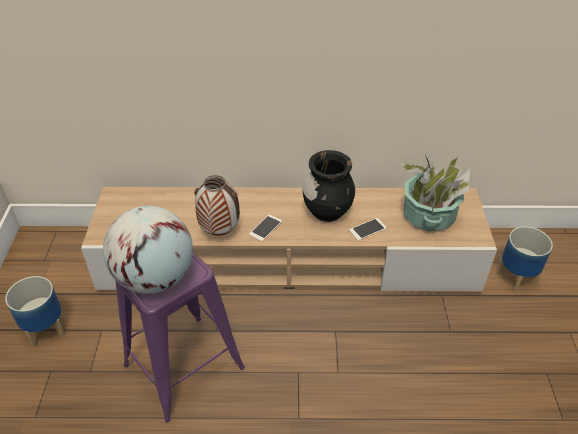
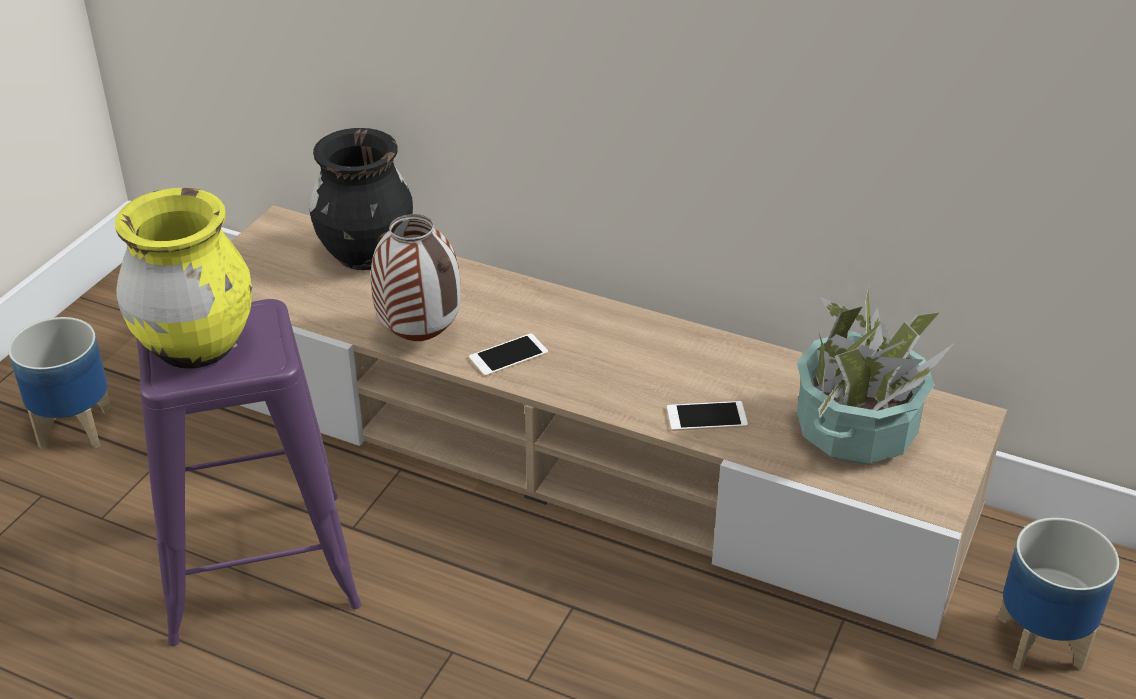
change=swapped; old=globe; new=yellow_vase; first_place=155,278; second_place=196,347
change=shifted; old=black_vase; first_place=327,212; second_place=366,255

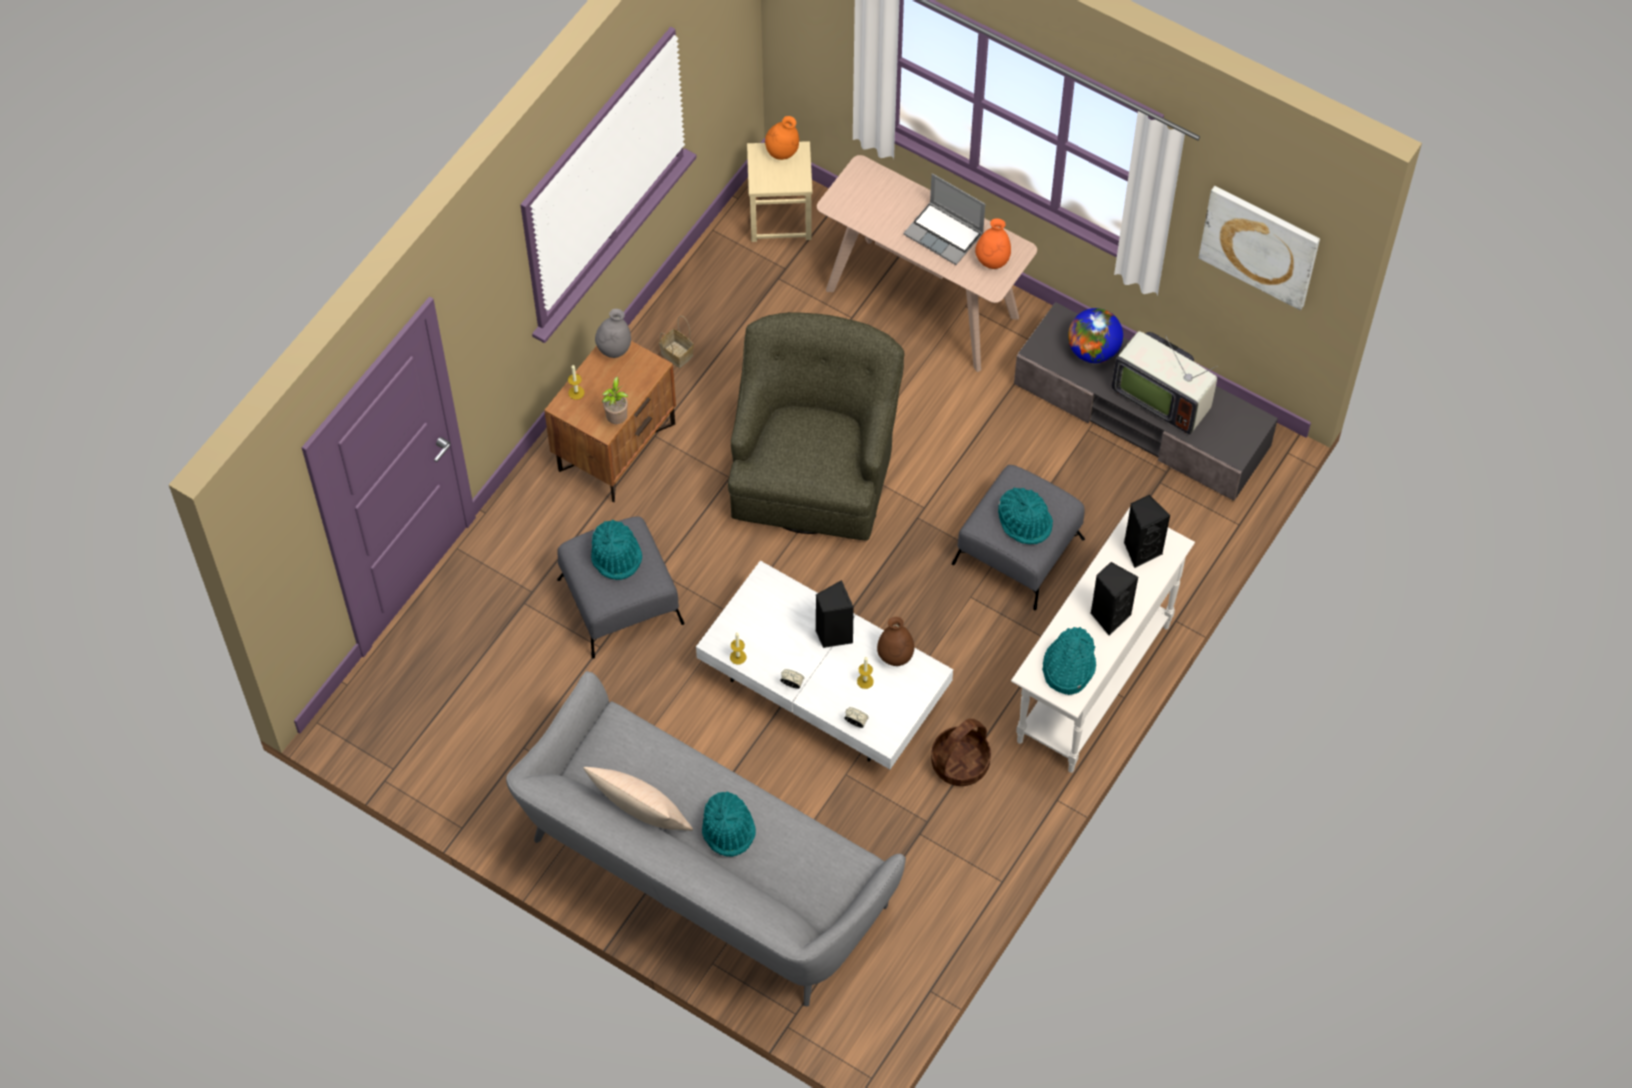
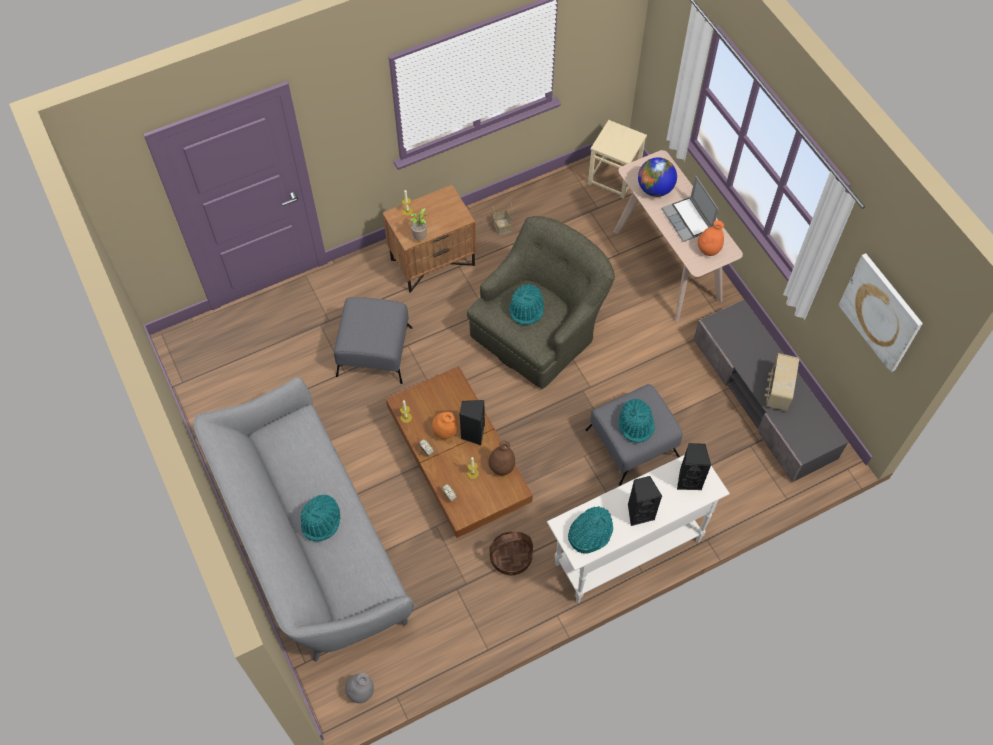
change=shifted; old=grey_vase; first_place=614,349; second_place=361,692
change=repainted; old=white_coffee_table; new=brown_coffee_table; first_place=823,687; second_place=458,464
change=shifted; old=orange_vase; first_place=782,152; second_place=445,432
change=shifted; old=turquoise_hat; first_place=616,555; second_place=527,309
change=shifted; old=globe; first_place=1093,350; second_place=655,189
change=swapped; old=television; new=radio; first_place=1162,396; second_place=777,390
change=gone; old=beige_pillow; first_place=641,818

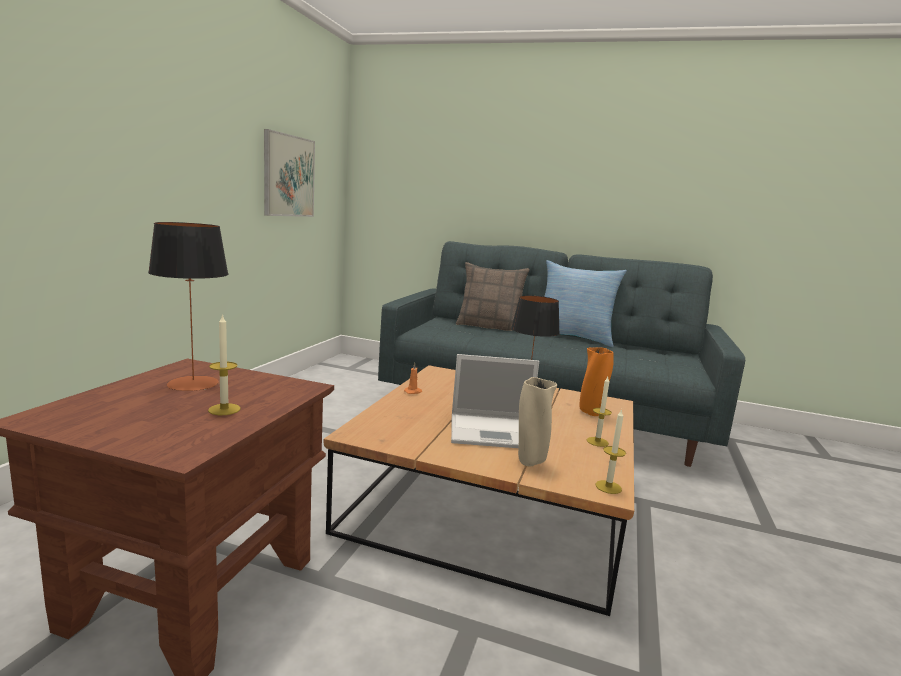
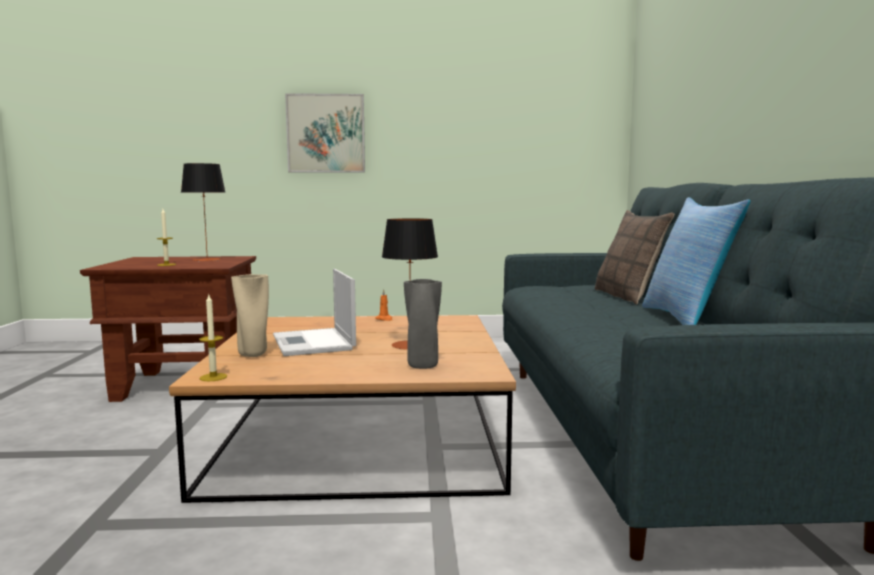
change=shifted; old=picture; first_place=289,176; second_place=326,133
change=repainted; old=orange_vase; new=grey_vase; first_place=591,412; second_place=423,365
change=gone; old=candle; first_place=597,442

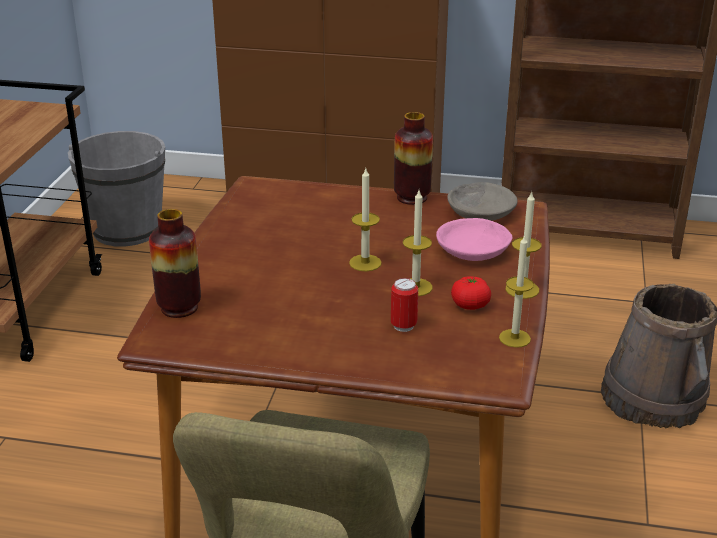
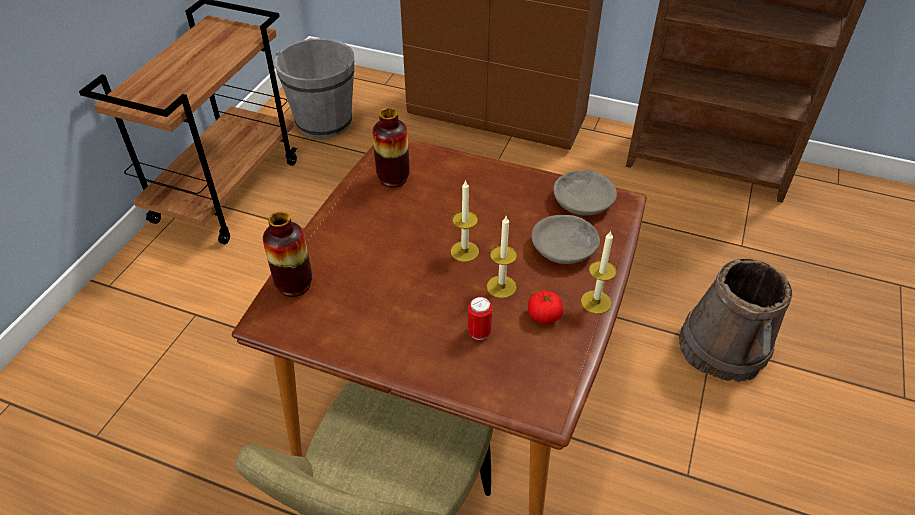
change=shifted; old=vase; first_place=412,197; second_place=393,178
change=repainted; old=pink_bowl; new=grey_bowl; first_place=474,250; second_place=565,248
change=gone; old=candle; first_place=514,338

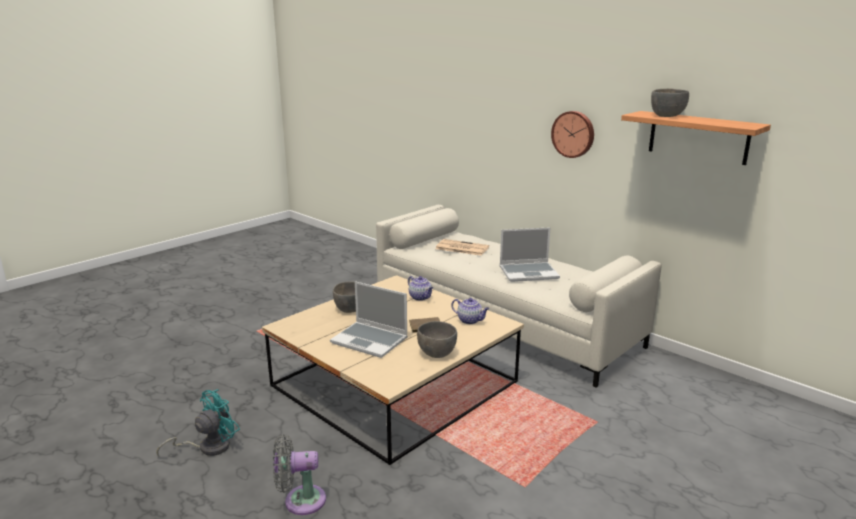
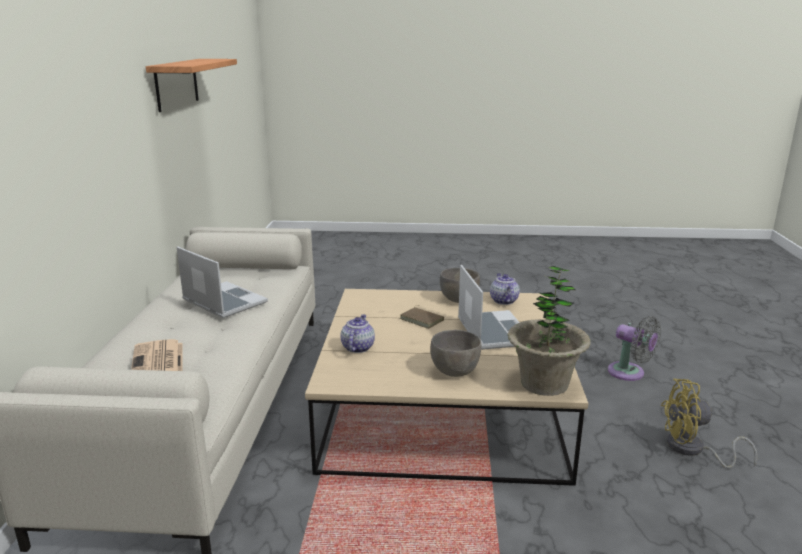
change=shifted; old=teapot; first_place=470,320; second_place=503,300
change=new; new=potted_plant; second_place=544,384
change=repainted; old=turquoise_fan; new=yellow_fan; first_place=208,447; second_place=692,450
change=gone; old=wall_clock; first_place=573,134
change=gone; old=grey_bowl; first_place=667,116

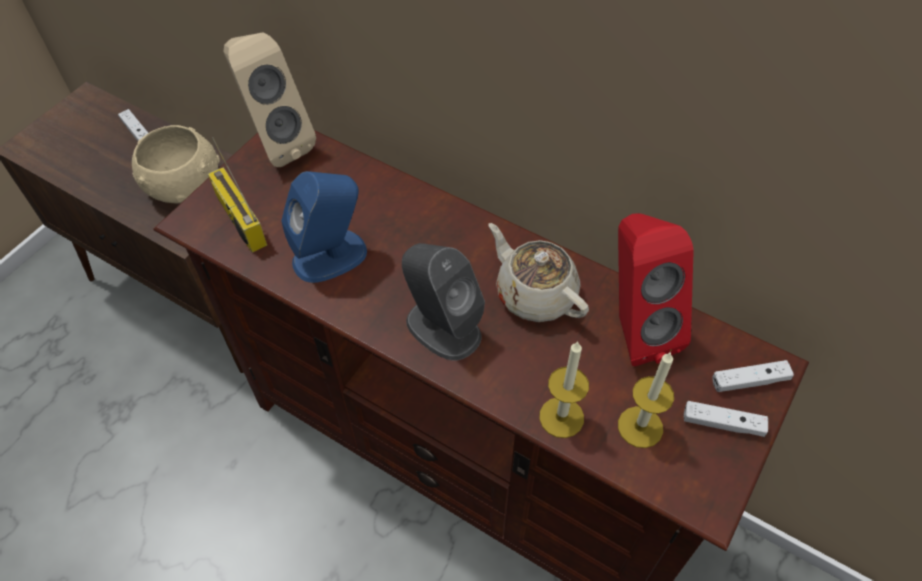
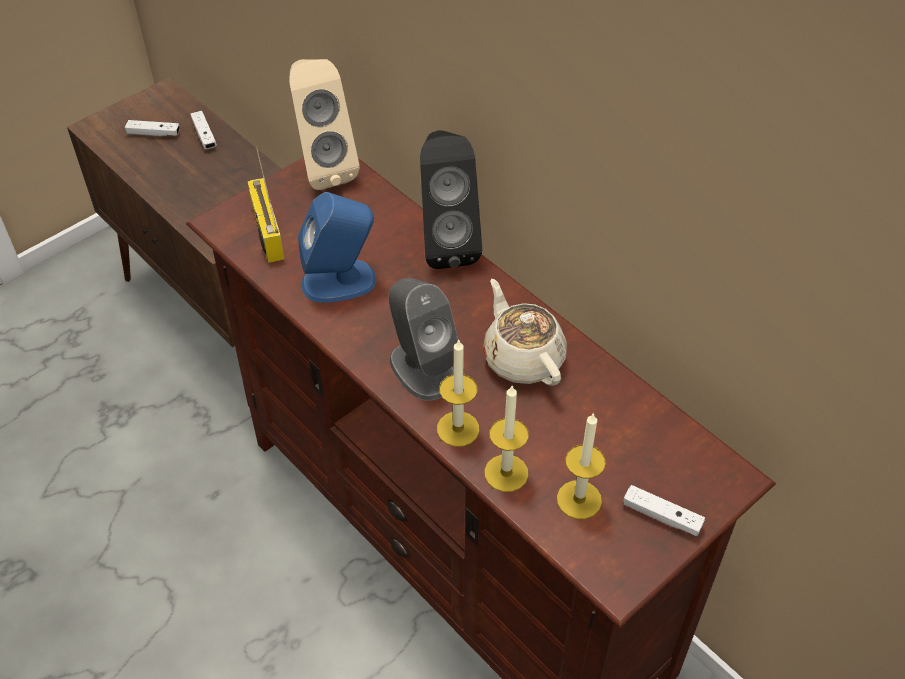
change=shifted; old=white_game_controller; first_place=749,381; second_place=154,133
change=new; new=black_speaker; second_place=446,244
change=new; new=candle; second_place=458,429
change=gone; old=beige_bowl; first_place=184,185
change=gone; old=red_speaker; first_place=634,328

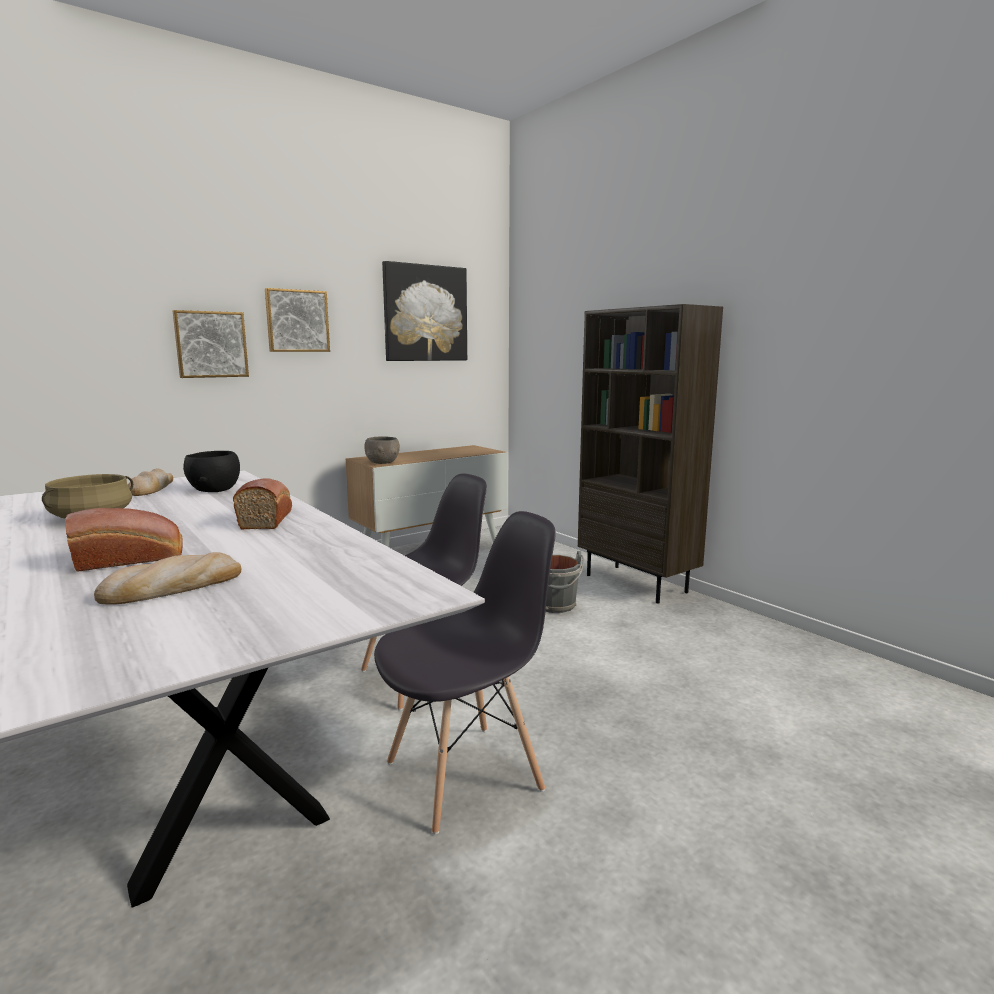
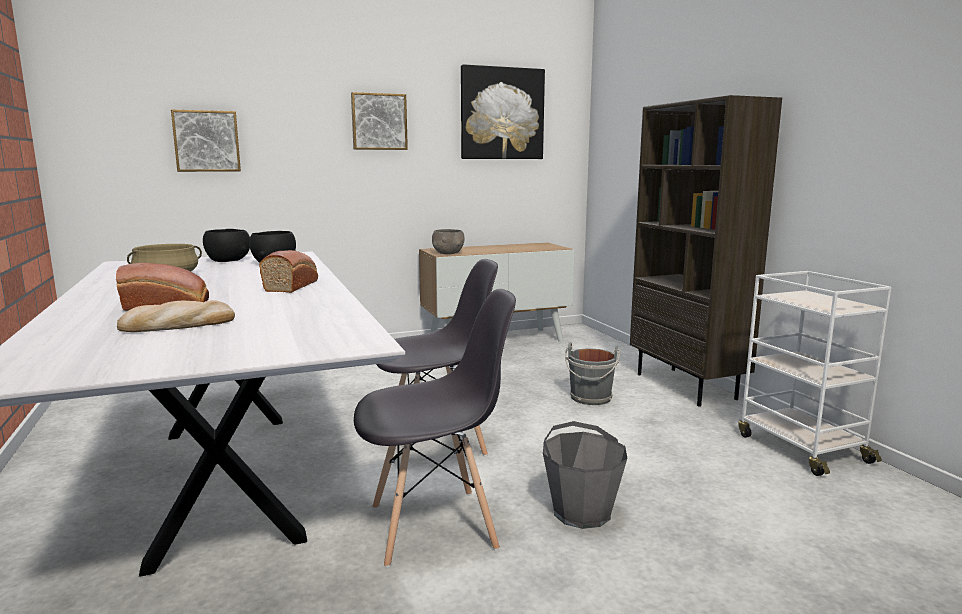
change=shifted; old=picture; first_place=211,344; second_place=206,141
change=swapped; old=bread; new=black_bowl; first_place=151,488; second_place=228,260
change=new; new=grey_bucket; second_place=581,512
change=new; new=white_cart; second_place=800,448

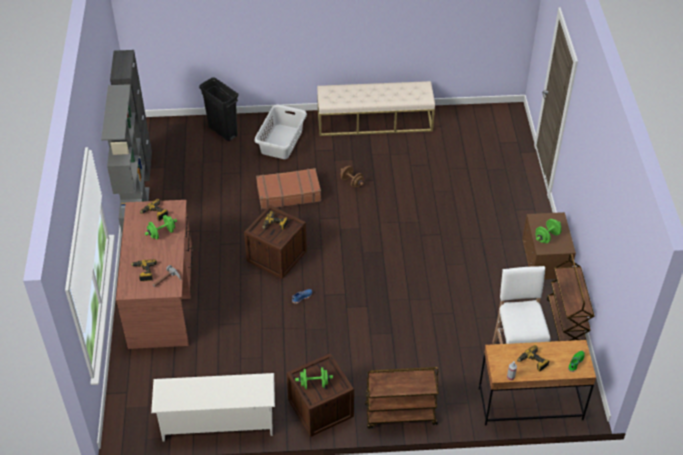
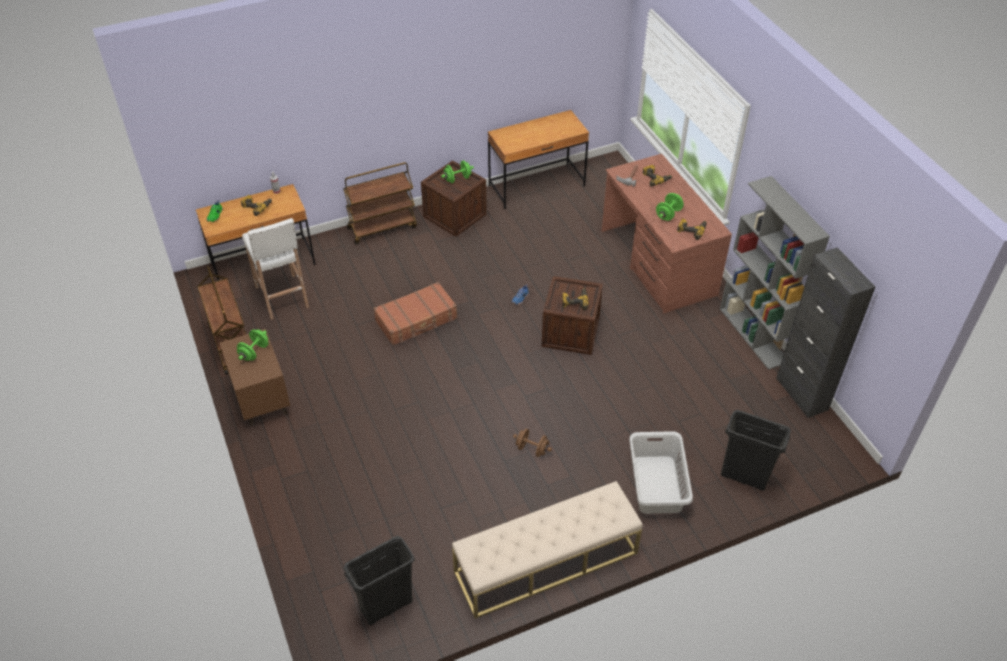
change=new; new=black_trash_can; second_place=386,606
change=shifted; old=brown_suitcase; first_place=288,194; second_place=416,320
change=swapped; old=white_shoe_rack; new=brown_desk; first_place=217,422; second_place=537,186

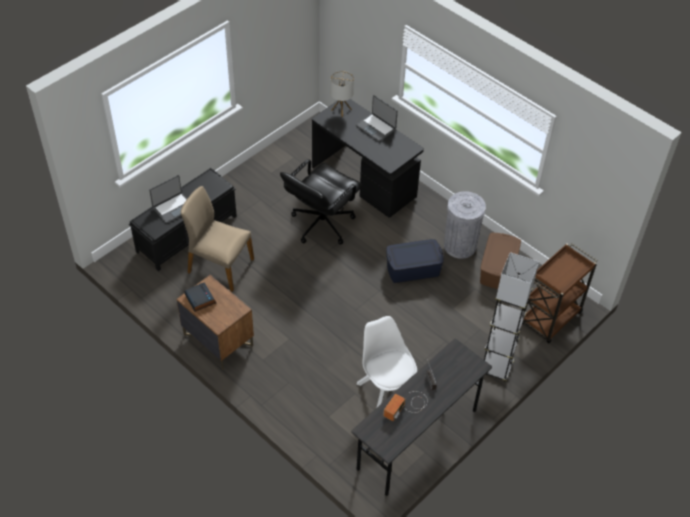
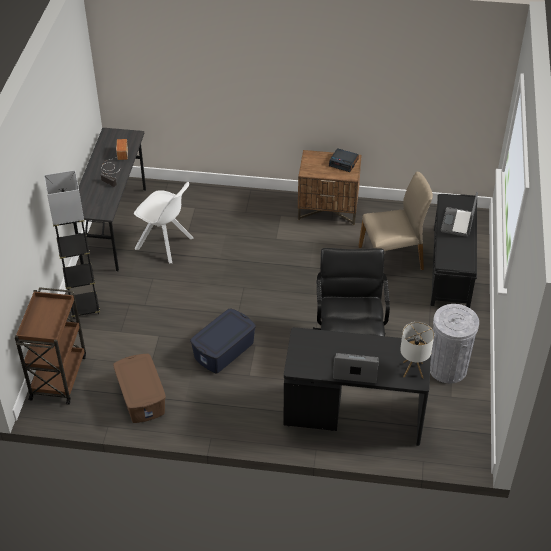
change=shifted; old=grey_trash_can; first_place=460,246; second_place=447,368

